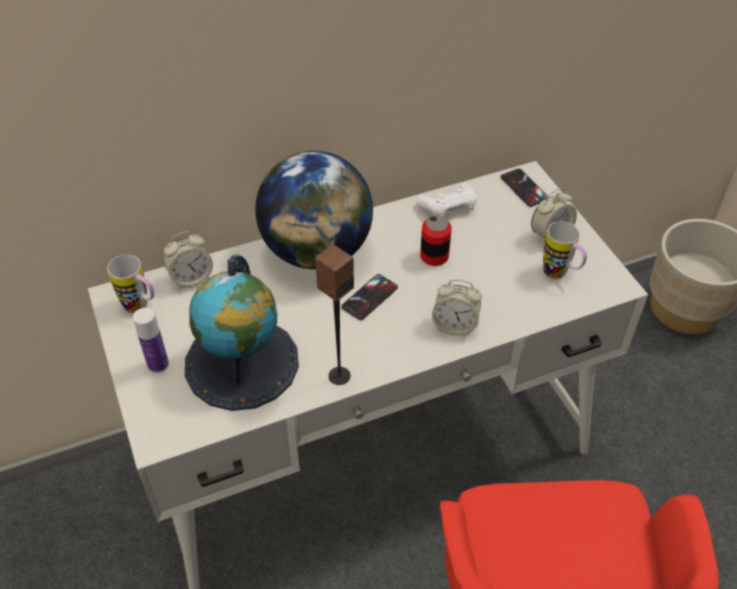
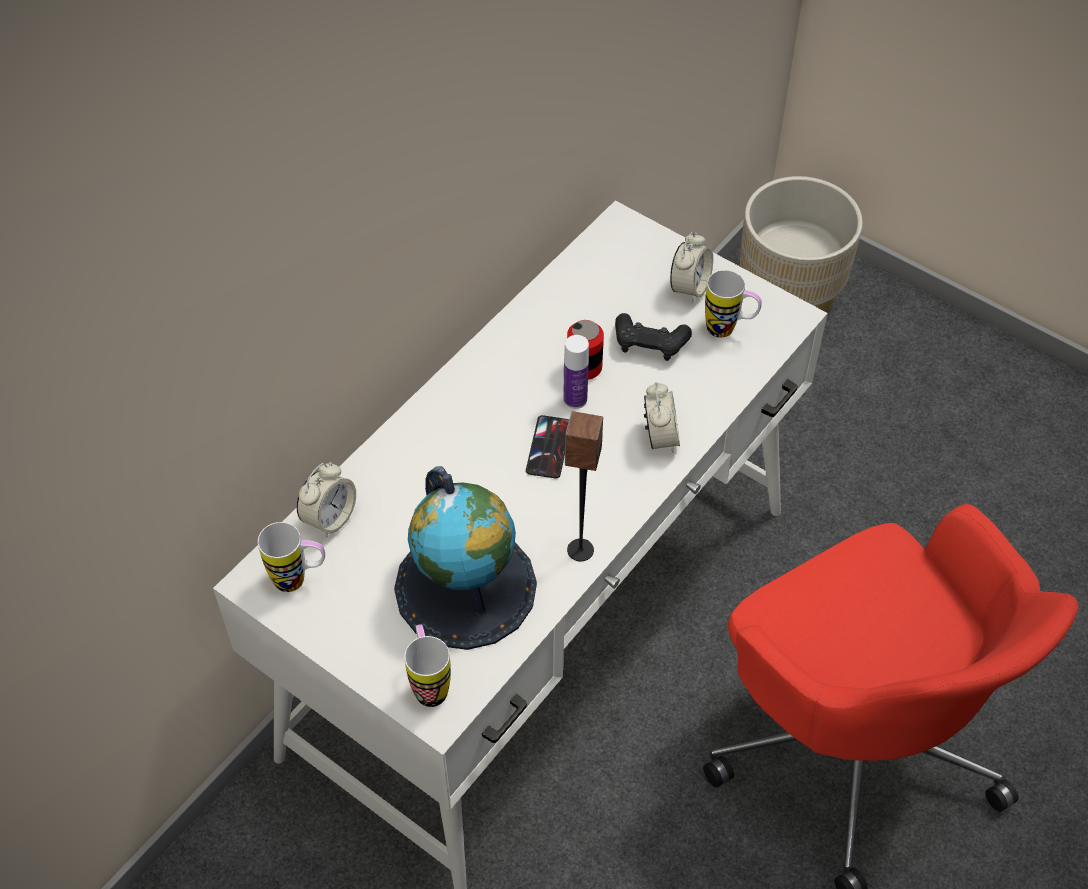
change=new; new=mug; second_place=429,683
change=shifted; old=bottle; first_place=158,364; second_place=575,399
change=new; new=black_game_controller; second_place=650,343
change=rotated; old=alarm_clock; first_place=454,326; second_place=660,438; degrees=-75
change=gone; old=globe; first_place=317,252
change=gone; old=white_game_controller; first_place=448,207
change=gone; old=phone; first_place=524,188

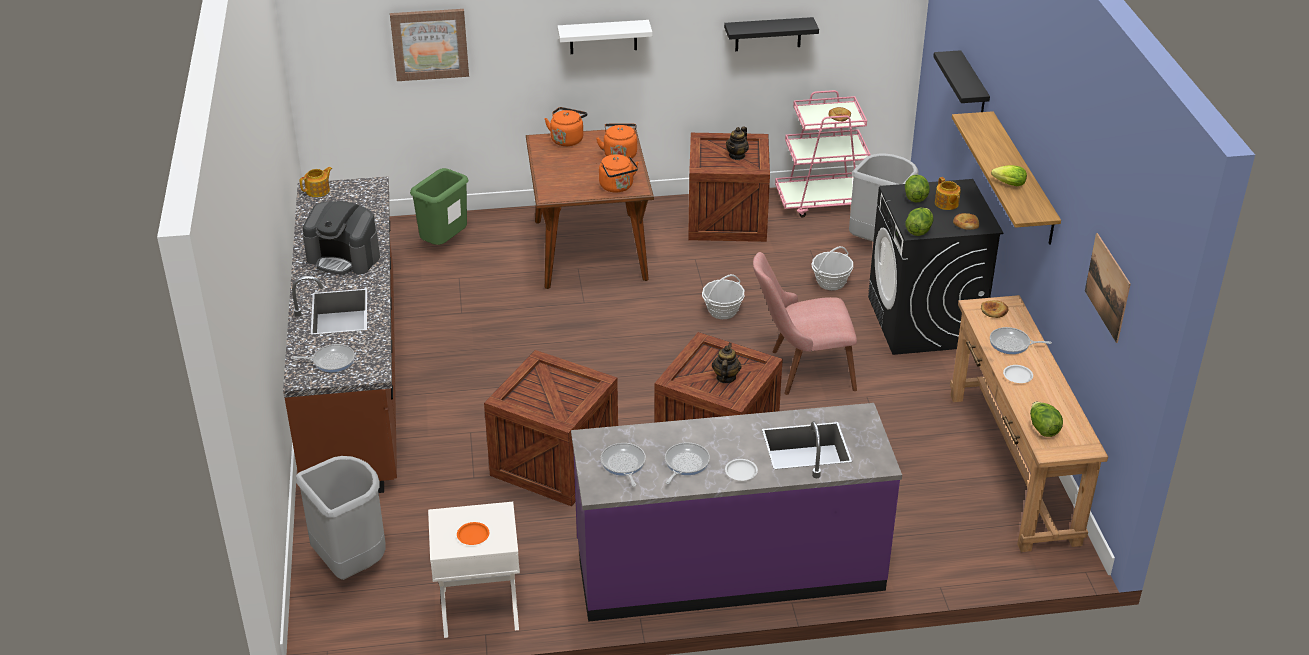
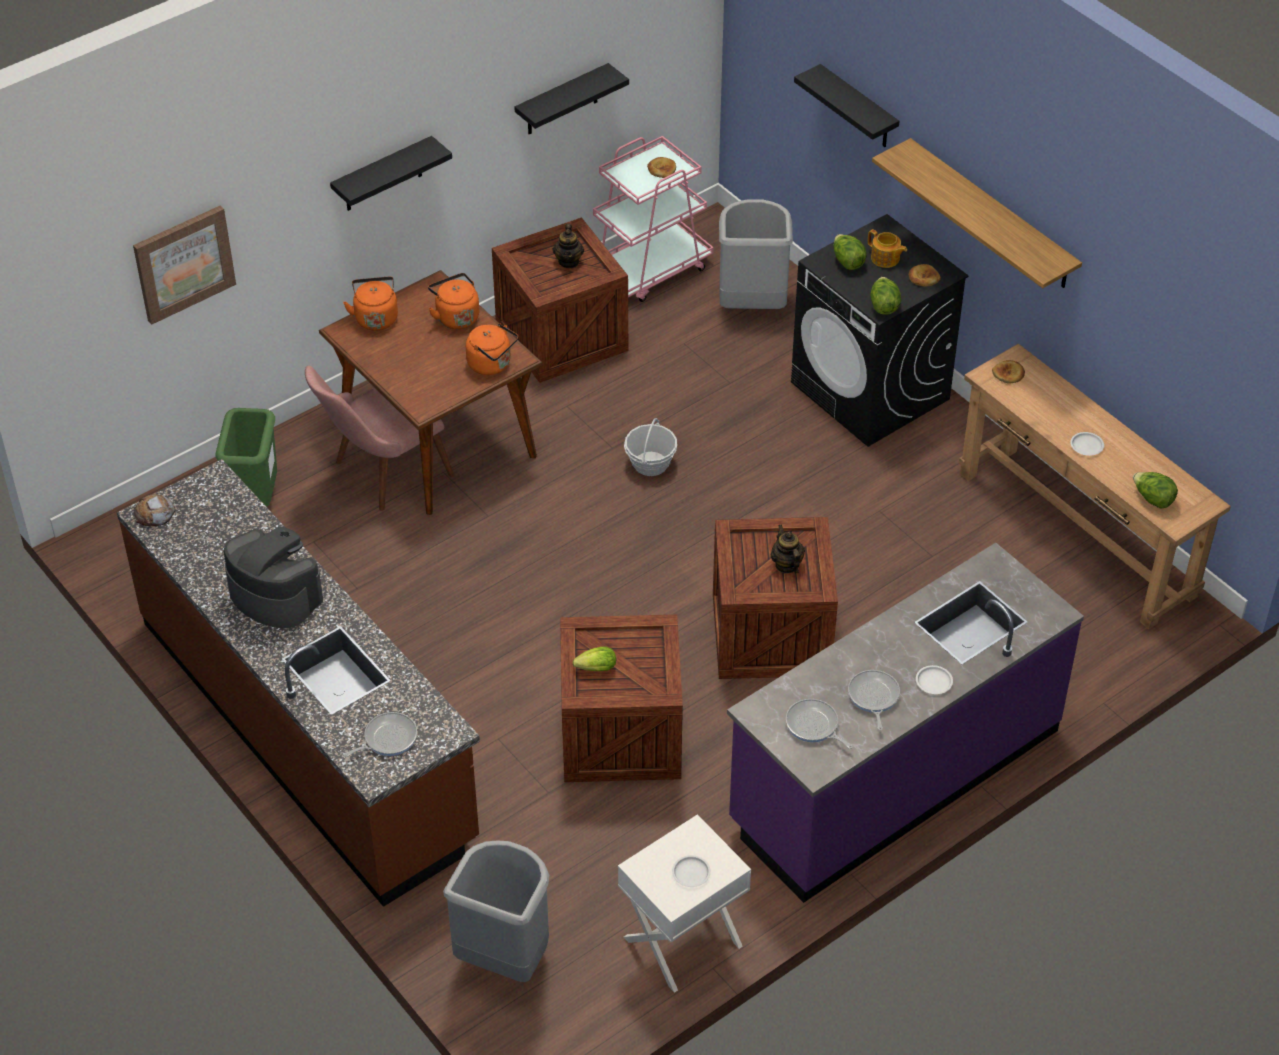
change=swapped; old=teapot; new=bread; first_place=318,191; second_place=154,514
change=rotated; old=coffee_machine; first_place=344,257; second_place=275,595; degrees=-135
change=shifted; old=pink_chair; first_place=801,371; second_place=381,475
change=repainted; old=white_shelf; new=black_shelf; first_place=603,37; second_place=382,175
change=shifted; old=lettuce; first_place=1007,184; second_place=594,669
change=repainted; old=orange_plate; new=white_plate; first_place=473,535; second_place=691,873
change=gone; old=basket; first_place=831,282
change=gone; old=frying_pan; first_place=1012,344
change=gone; old=picture; first_place=1107,287

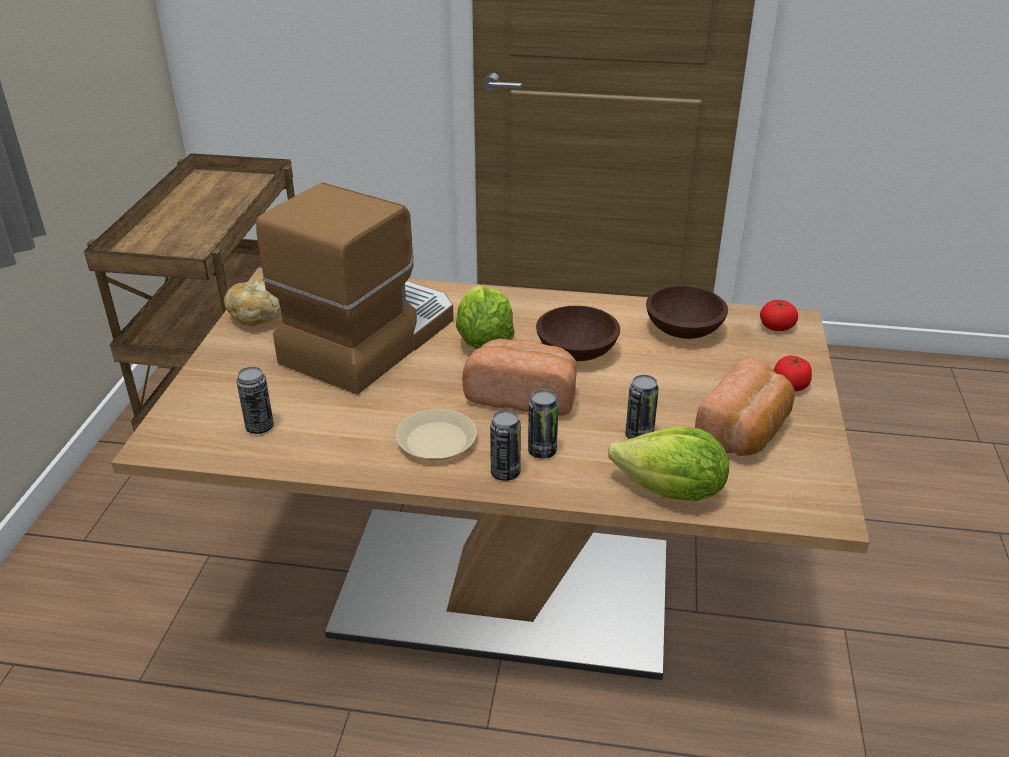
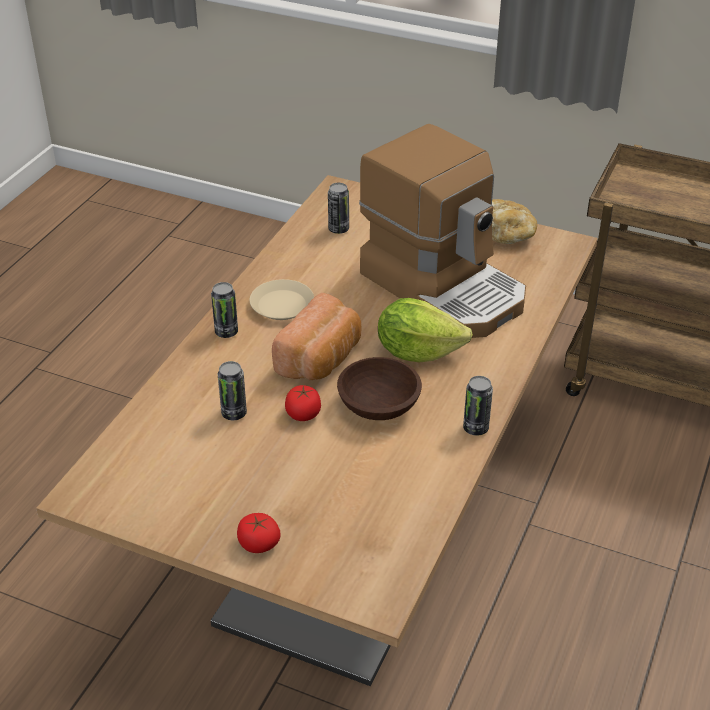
change=shifted; old=tomato; first_place=776,327; second_place=303,413
change=shifted; old=can; first_place=542,451; second_place=475,428
change=gone; old=lettuce; first_place=671,492
change=gone; old=brown_bowl; first_place=682,330
change=gone; old=bread; first_place=744,433

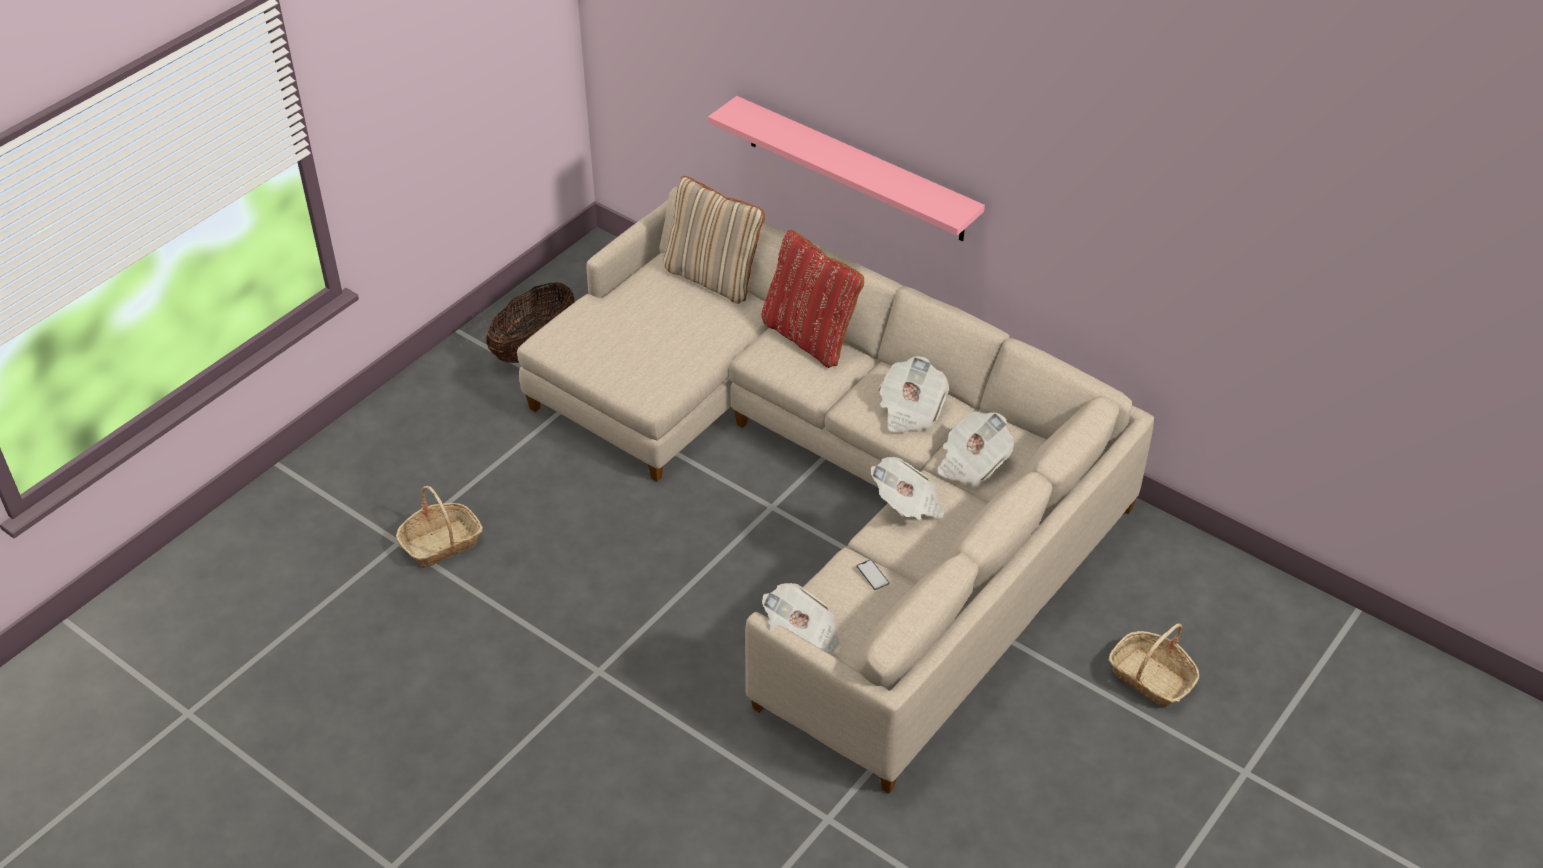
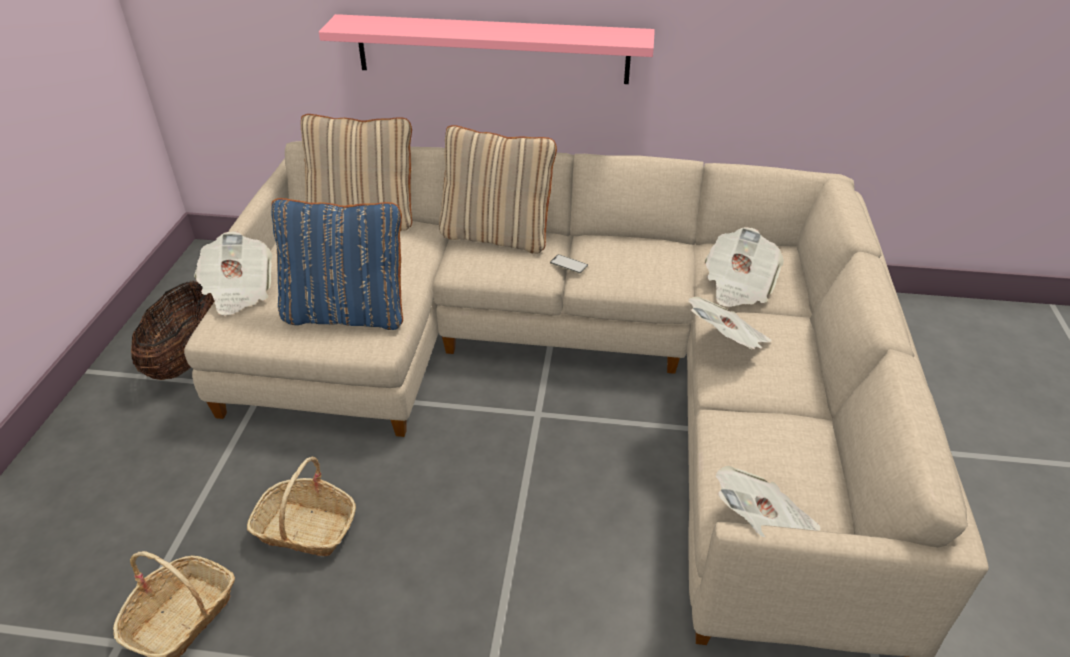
change=shifted; old=newspaper; first_place=910,410; second_place=238,291
change=shifted; old=basket; first_place=1151,678; second_place=306,528
change=new; new=blue_pillow; second_place=347,313
change=repainted; old=red_pillow; new=beige_pillow; first_place=810,337; second_place=497,235
change=shifted; old=phone; first_place=872,575; second_place=569,264

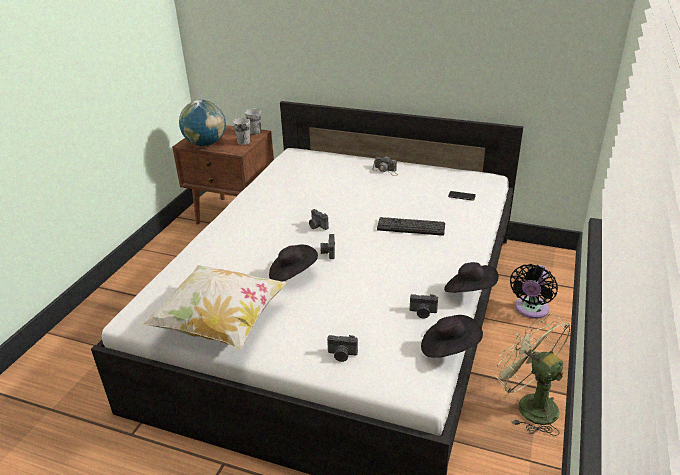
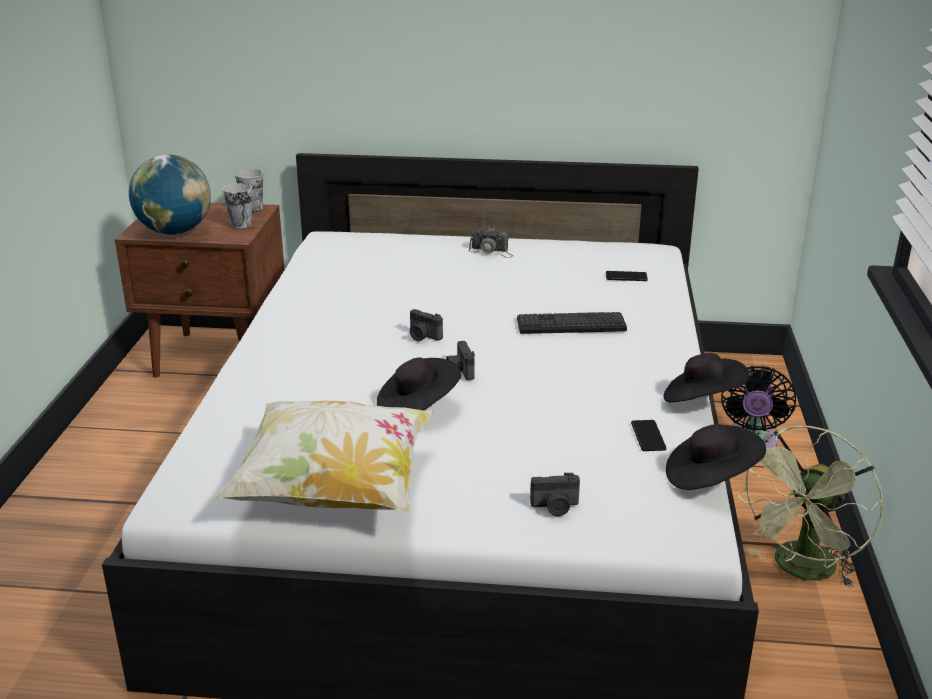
change=swapped; old=photo_camera; new=phone; first_place=423,313; second_place=648,436
change=rotated; old=green_fan; first_place=529,405; second_place=801,571; degrees=-90

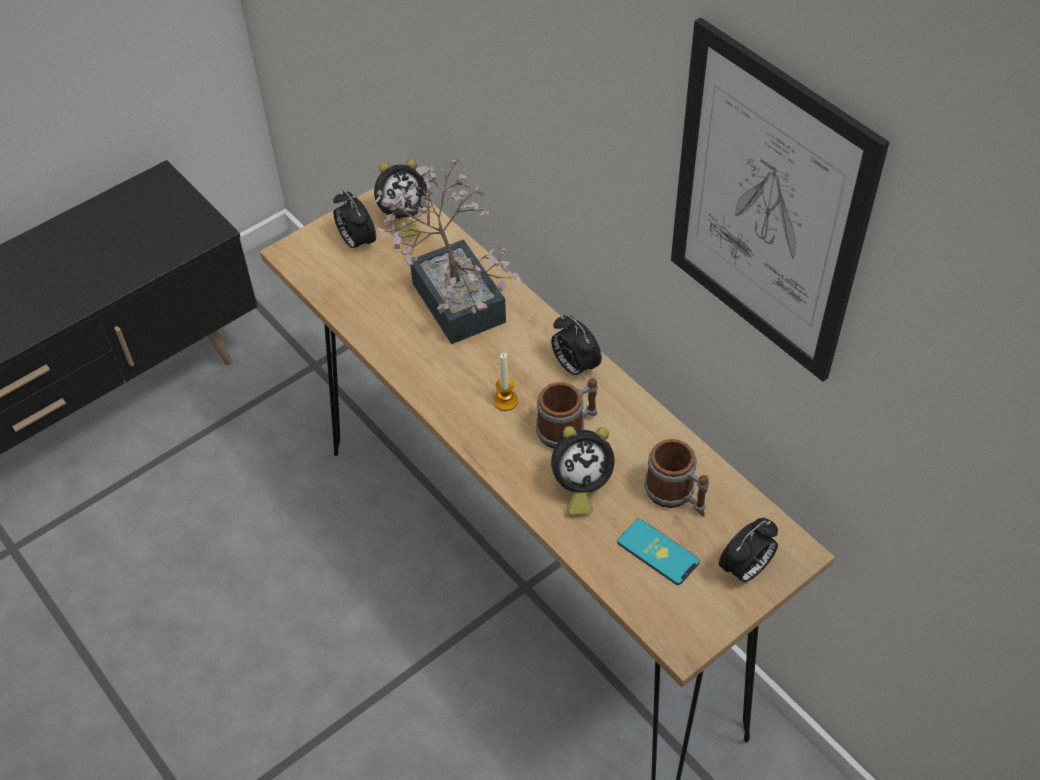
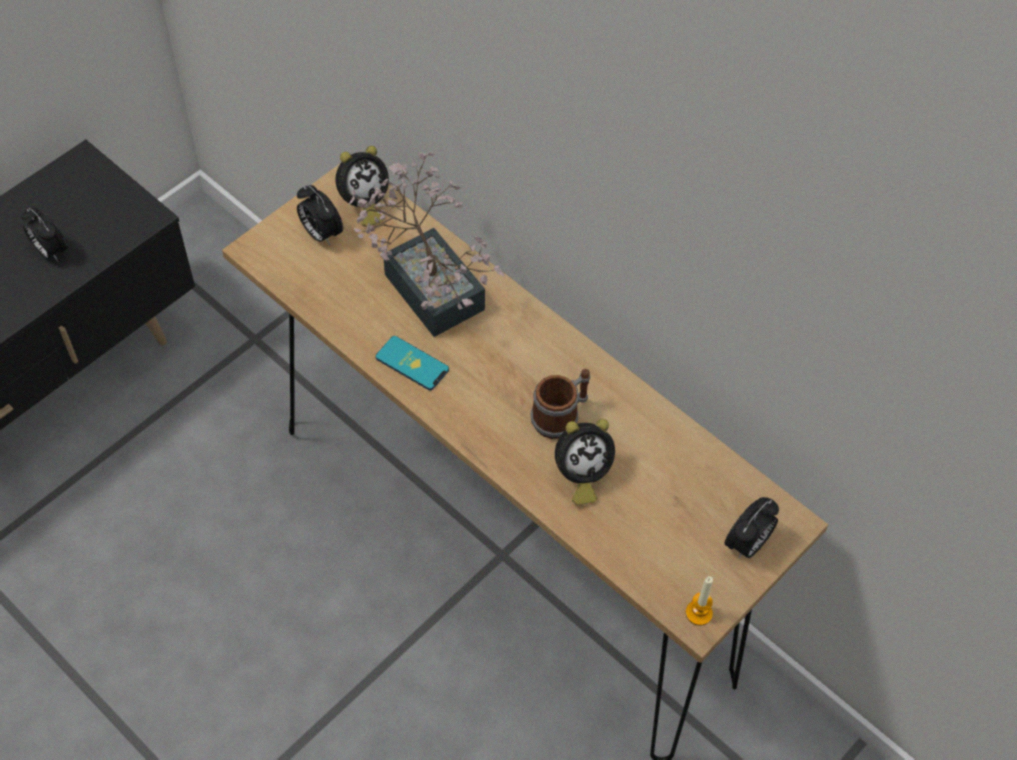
change=shifted; old=alarm_clock; first_place=574,366; second_place=50,251
change=shifted; old=phone; first_place=658,552; second_place=412,363
change=shifted; old=candle; first_place=505,401; second_place=698,613
change=gone; old=mug; first_place=676,496
change=gone; old=picture; first_place=767,207

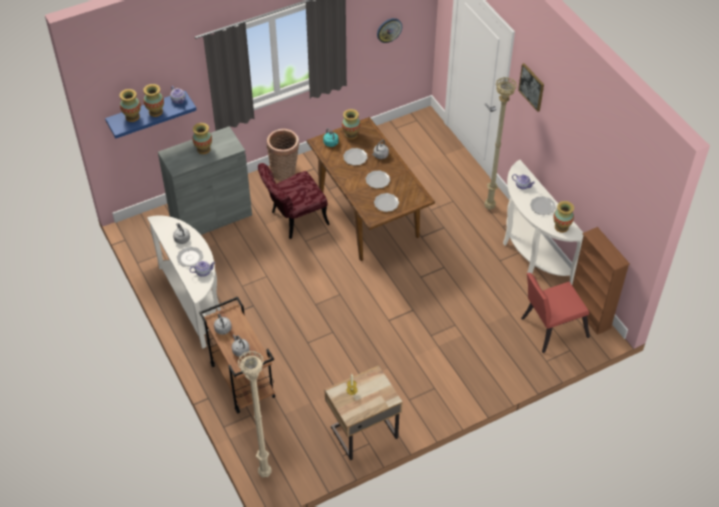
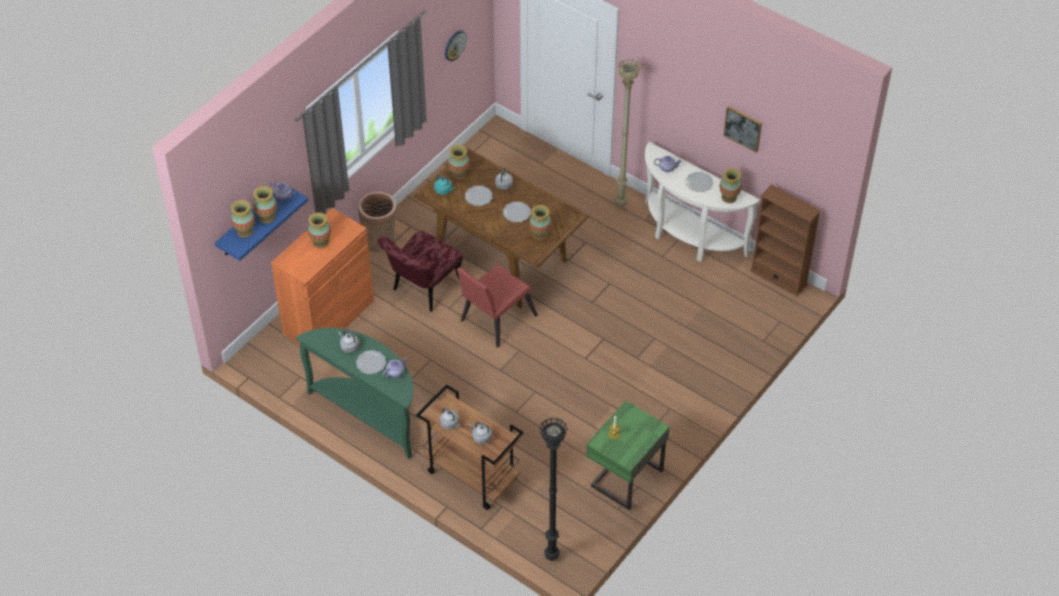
change=repainted; old=grey_cabinet; new=orange_cabinet; first_place=211,216; second_place=328,317
change=repainted; old=white_console_table; new=green_console_table; first_place=194,301; second_place=369,414
change=shifted; old=red_chair; first_place=550,328; second_place=494,320
change=swapped; old=plate; new=vase; first_place=386,203; second_place=540,234
change=repainted; old=beige_floor_lamp; new=black_floor_lamp; first_place=264,473; second_place=550,556
change=repainted; old=beige_nightstand; new=green_nightstand; first_place=362,431; second_place=624,478
change=shifted; old=picture; first_place=532,87; second_place=743,128

